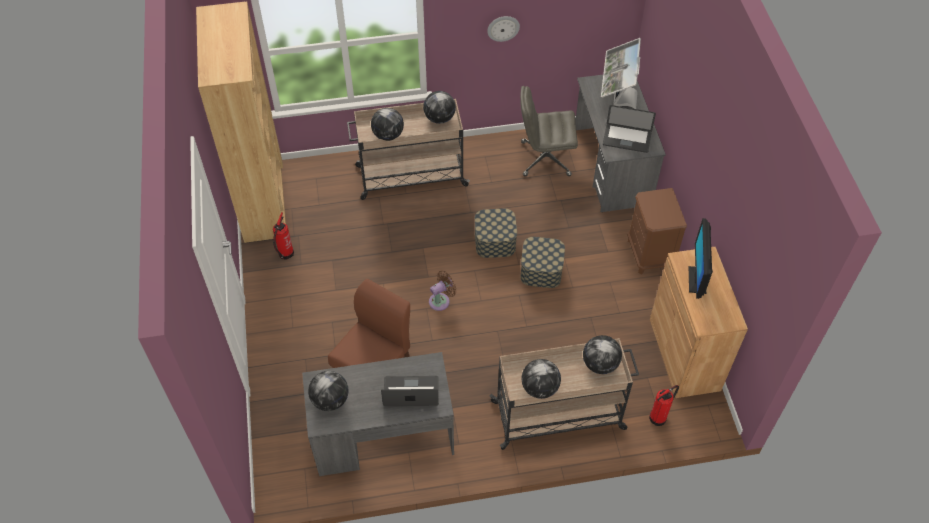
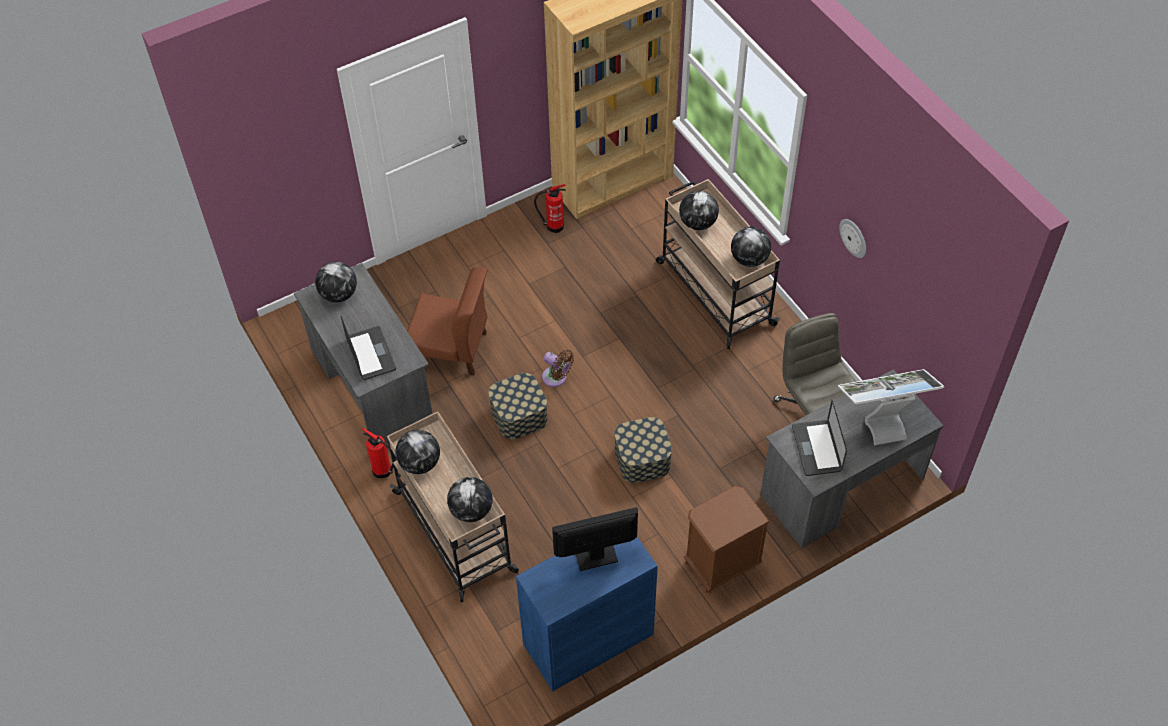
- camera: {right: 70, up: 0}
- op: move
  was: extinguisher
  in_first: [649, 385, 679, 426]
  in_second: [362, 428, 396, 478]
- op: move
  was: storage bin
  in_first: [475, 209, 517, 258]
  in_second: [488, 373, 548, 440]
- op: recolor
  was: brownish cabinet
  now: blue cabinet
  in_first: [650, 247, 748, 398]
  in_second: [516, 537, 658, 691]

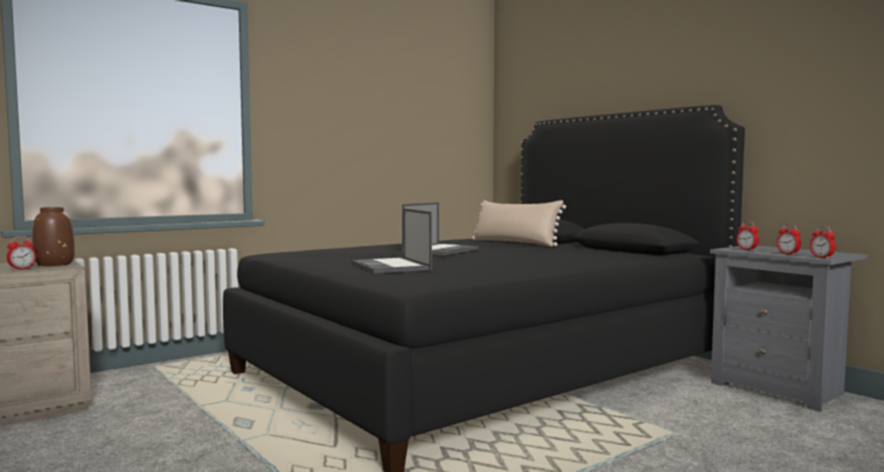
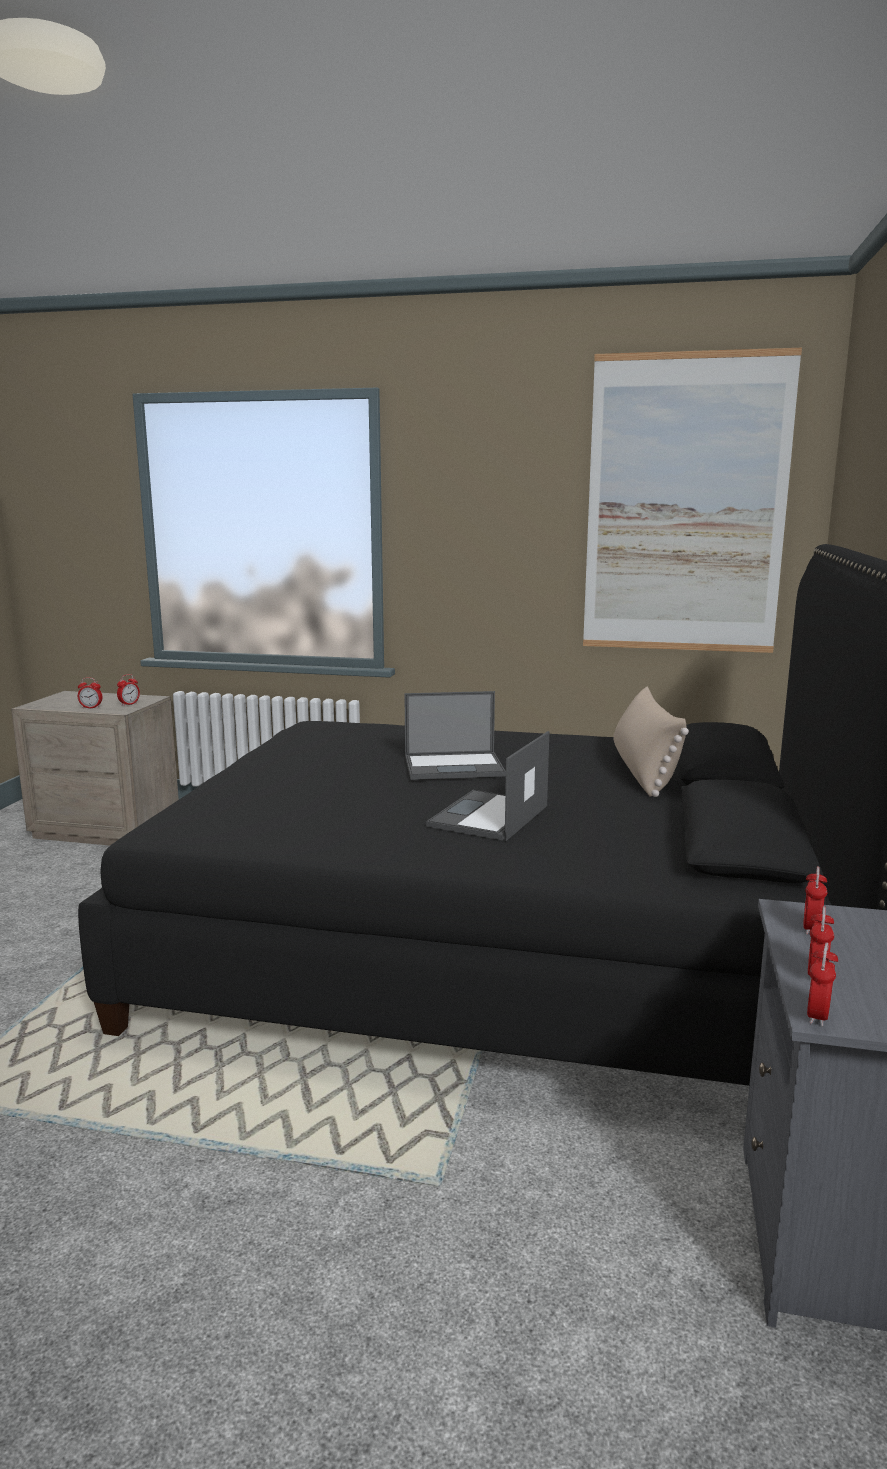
- camera: {right: 50, up: 10}
- op: replace
  was: brownish vase
  now: alarm clock
  in_first: [32, 207, 75, 266]
  in_second: [117, 674, 140, 706]
- op: move
  was: portable computer
  in_first: [351, 208, 432, 274]
  in_second: [426, 731, 549, 841]
- op: insert
  now: wall picture
  in_second: [583, 348, 802, 653]

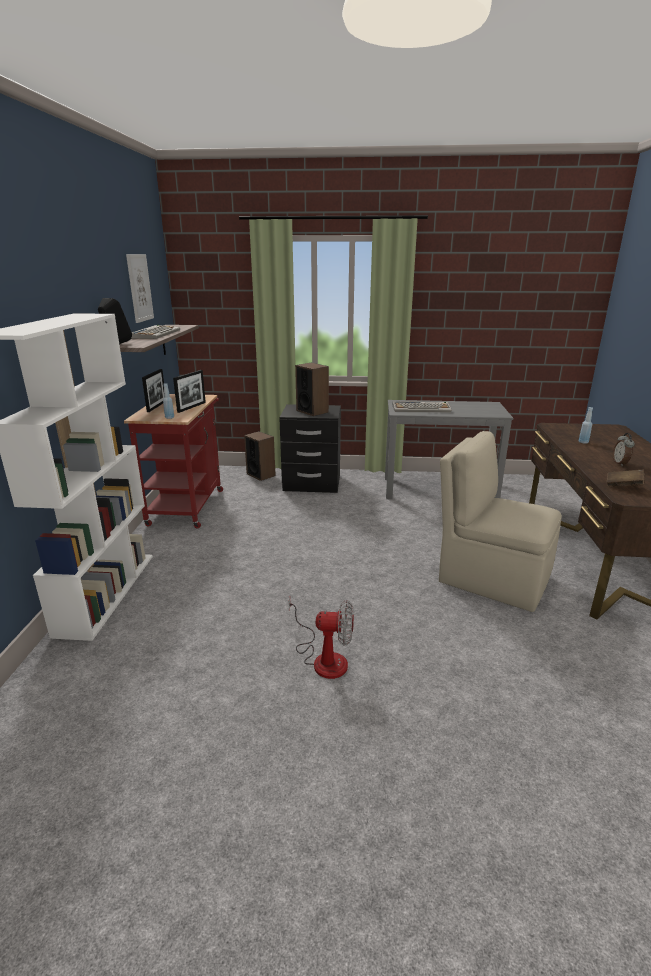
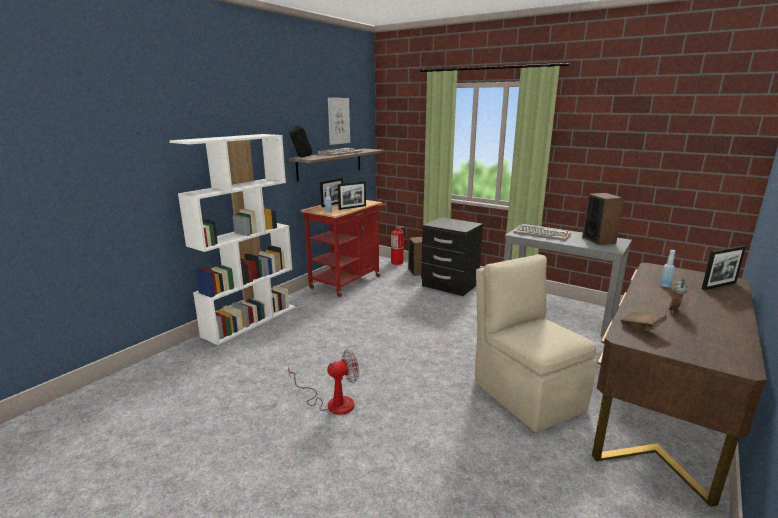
- camera: {right: 30, up: -5}
- op: rotate
  was: fan
  in_first: [289, 597, 354, 679]
  in_second: [288, 349, 359, 415]
  clockwise: -60
- op: insert
  now: extinguisher
  in_second: [391, 226, 404, 265]
- op: move
  was: speaker
  in_first: [295, 363, 329, 416]
  in_second: [582, 193, 624, 245]
- op: insert
  now: standing frame
  in_second: [702, 246, 746, 290]

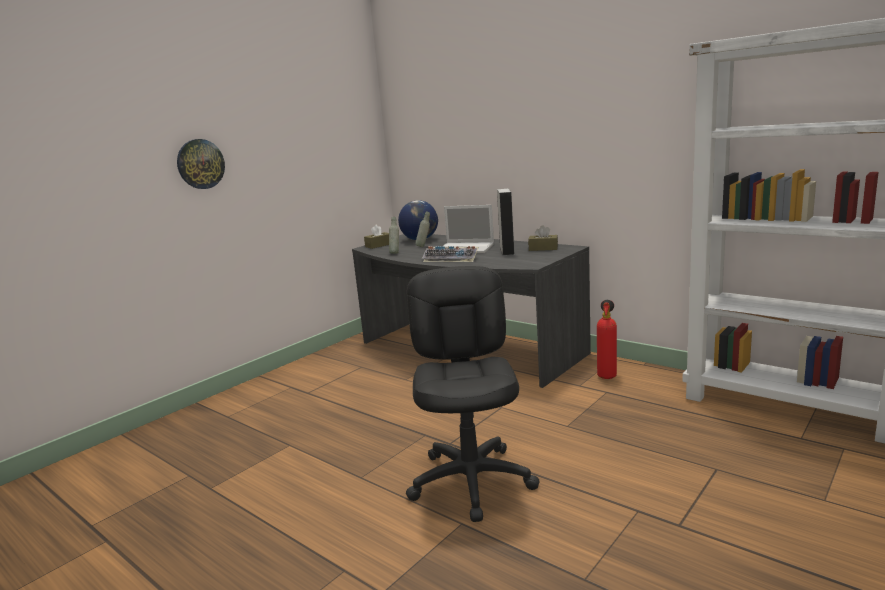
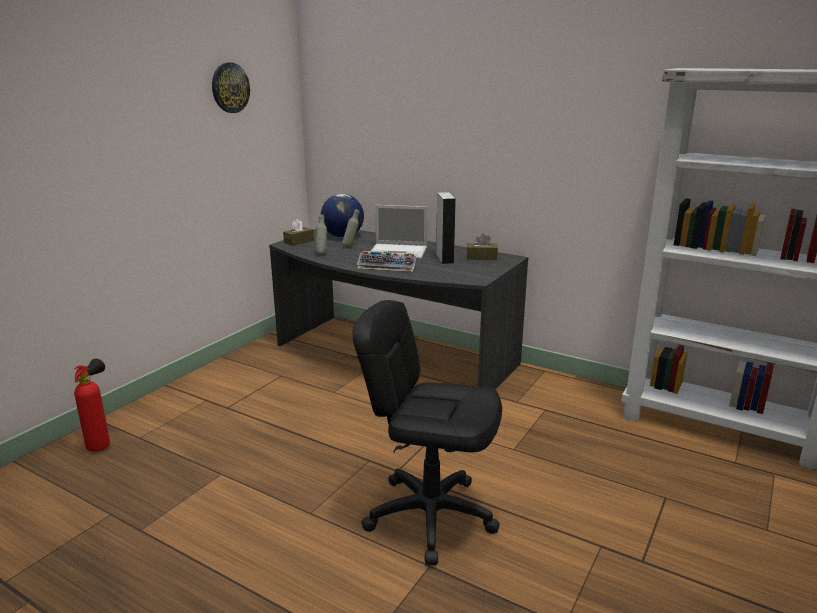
- camera: {right: -10, up: 5}
- op: move
  was: extinguisher
  in_first: [597, 300, 617, 379]
  in_second: [74, 358, 110, 452]
- op: move
  was: clock on the wall
  in_first: [177, 139, 225, 189]
  in_second: [212, 63, 250, 113]
- op: rotate
  was: black-coloured computer chair
  in_first: [406, 266, 540, 522]
  in_second: [352, 300, 502, 565]
  clockwise: -60

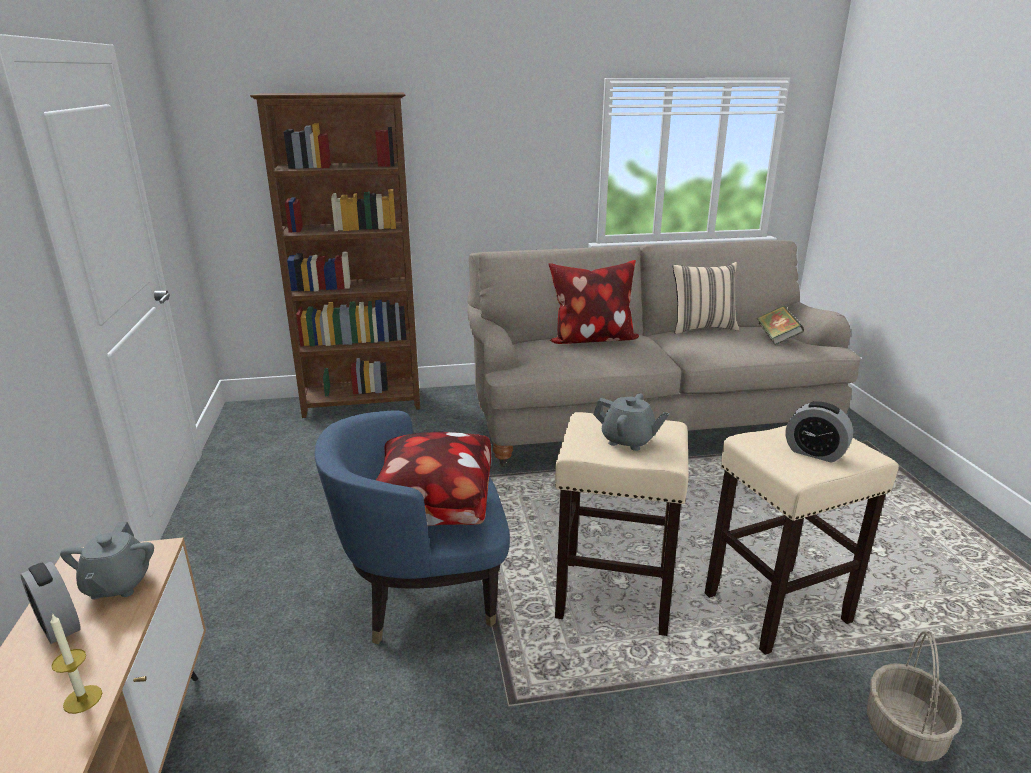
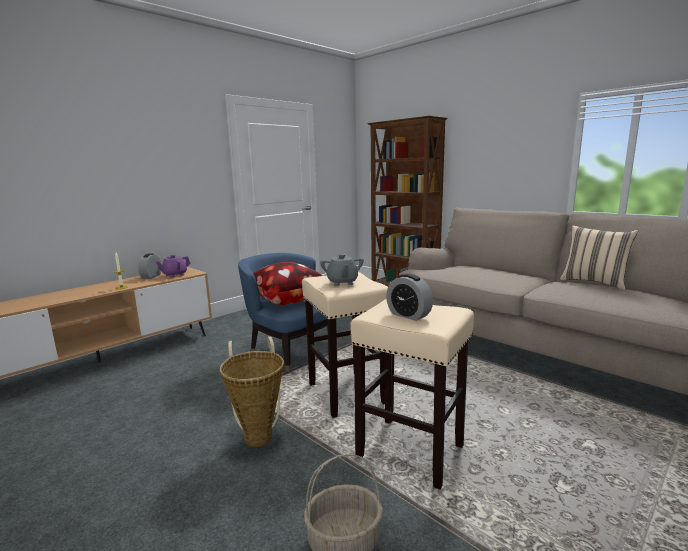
- camera: {right: 55, up: -10}
- op: recolor
  was: grey tea pot
  now: purple tea pot
  in_first: [60, 522, 154, 599]
  in_second: [156, 255, 190, 278]
- op: insert
  now: storage basket
  in_second: [220, 336, 284, 447]
- op: rotate
  was: alarm clock
  in_first: [785, 401, 853, 463]
  in_second: [386, 273, 433, 321]
  clockwise: -45
- op: delete
  was: pillow
  in_first: [549, 260, 639, 344]
- op: delete
  was: bound book
  in_first: [757, 306, 804, 345]

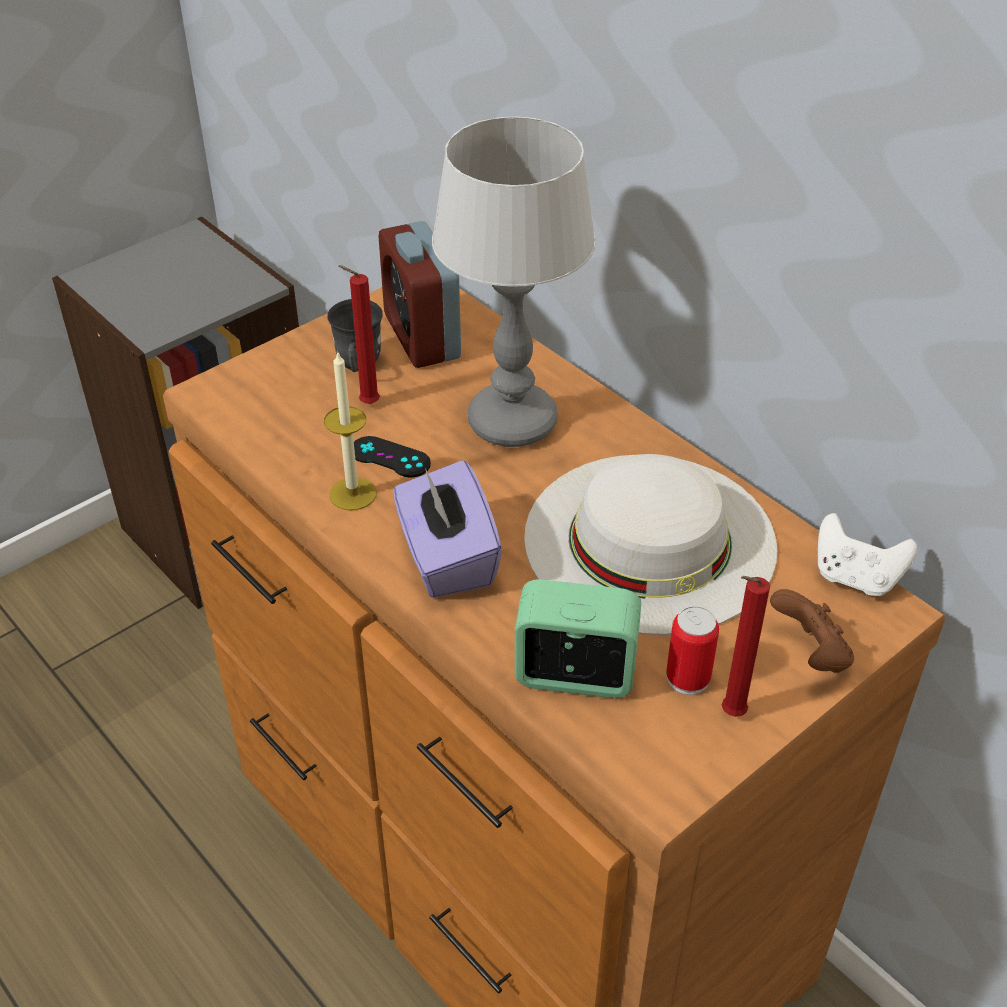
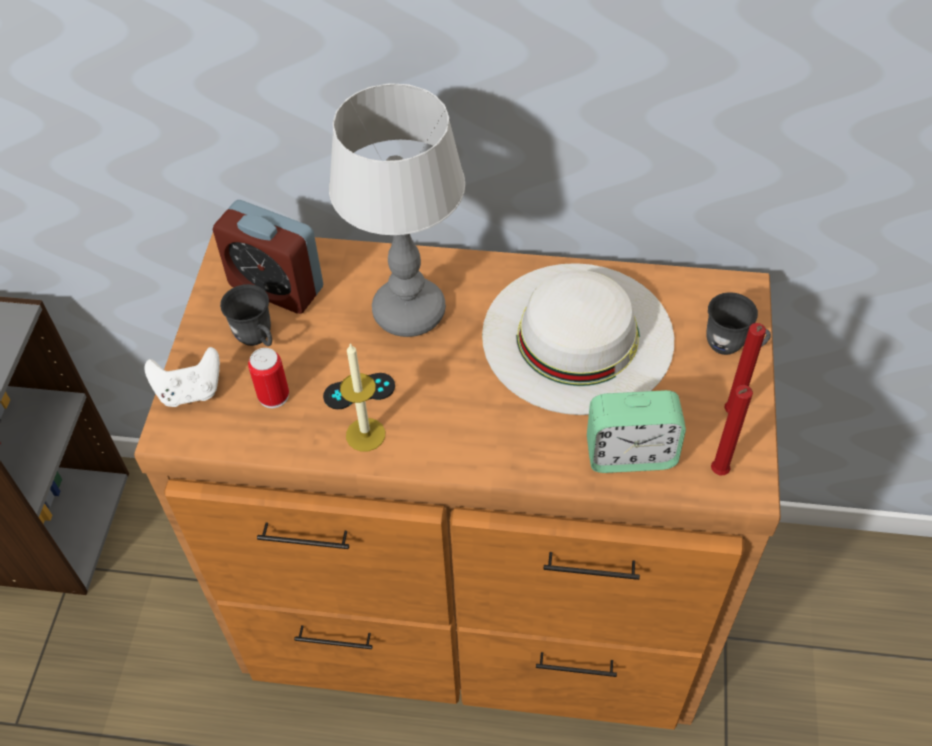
- camera: {right: -40, up: 10}
- op: move
  was: whitish joypad
  in_first: [818, 513, 917, 596]
  in_second: [144, 347, 220, 407]
- op: move
  was: metal can
  in_first: [666, 606, 719, 695]
  in_second: [248, 348, 289, 408]
- op: rotate
  was: alarm clock
  in_first: [515, 579, 641, 698]
  in_second: [587, 390, 686, 473]
  clockwise: -150
- op: replace
  was: brownish joypad
  now: grey mug
  in_first: [770, 589, 854, 673]
  in_second: [706, 292, 771, 355]
- op: move
  was: reddish wax light
  in_first: [339, 265, 380, 404]
  in_second: [711, 385, 753, 475]
- op: delete
  was: purple box of tissues
  in_first: [393, 460, 502, 598]

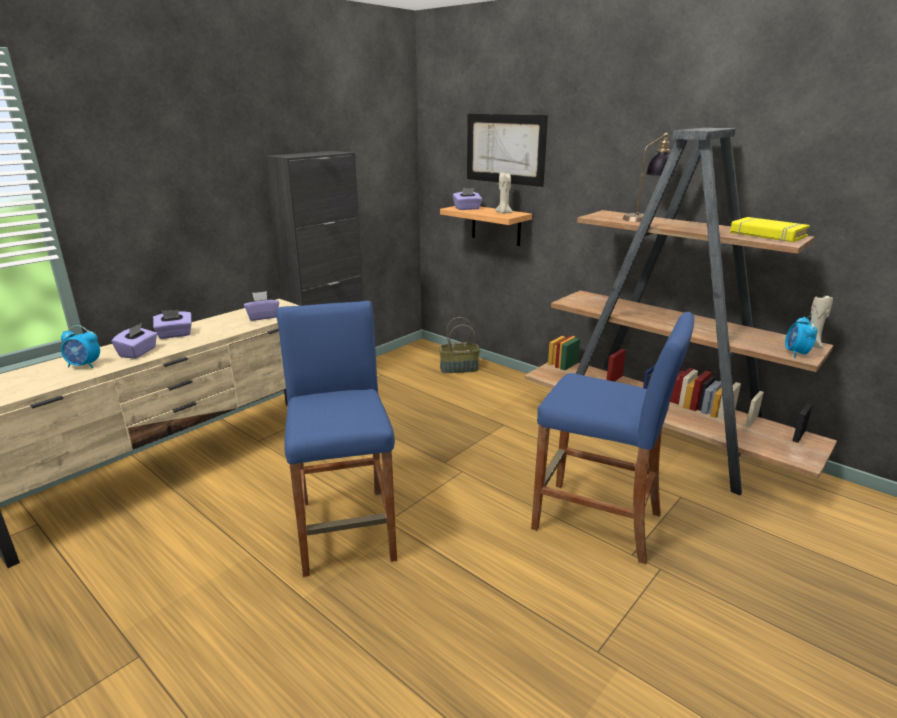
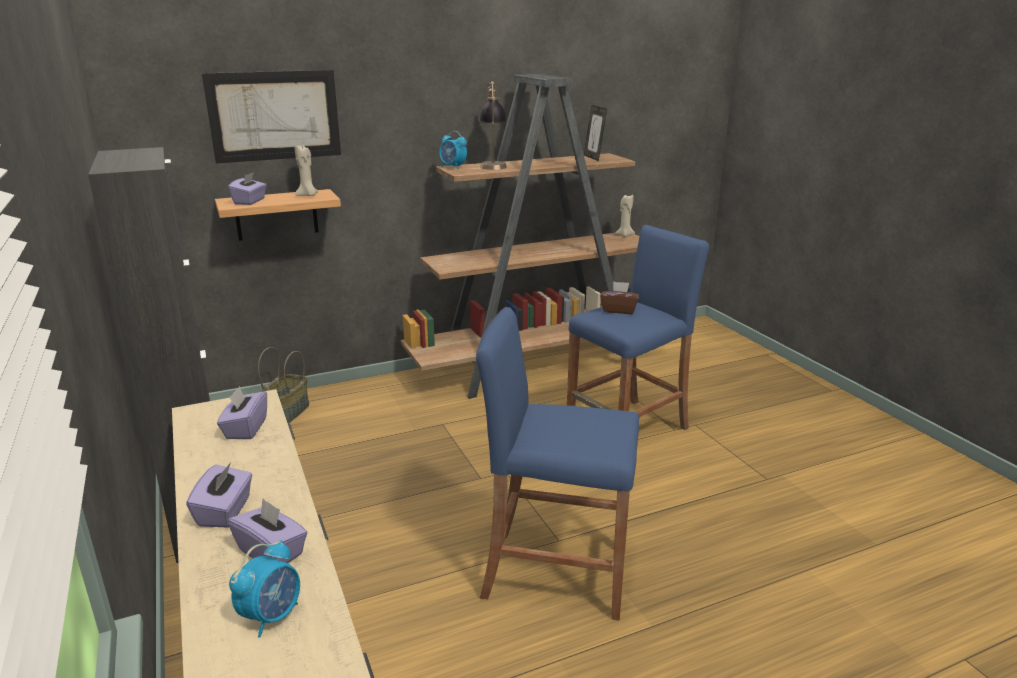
- camera: {right: -65, up: 0}
- op: move
  was: alarm clock
  in_first: [785, 315, 817, 358]
  in_second: [439, 131, 467, 169]
- op: replace
  was: yellow bound book
  now: standing frame
  in_first: [730, 217, 810, 242]
  in_second: [584, 105, 607, 161]
- op: insert
  now: brownish box of tissues
  in_second: [600, 281, 639, 314]

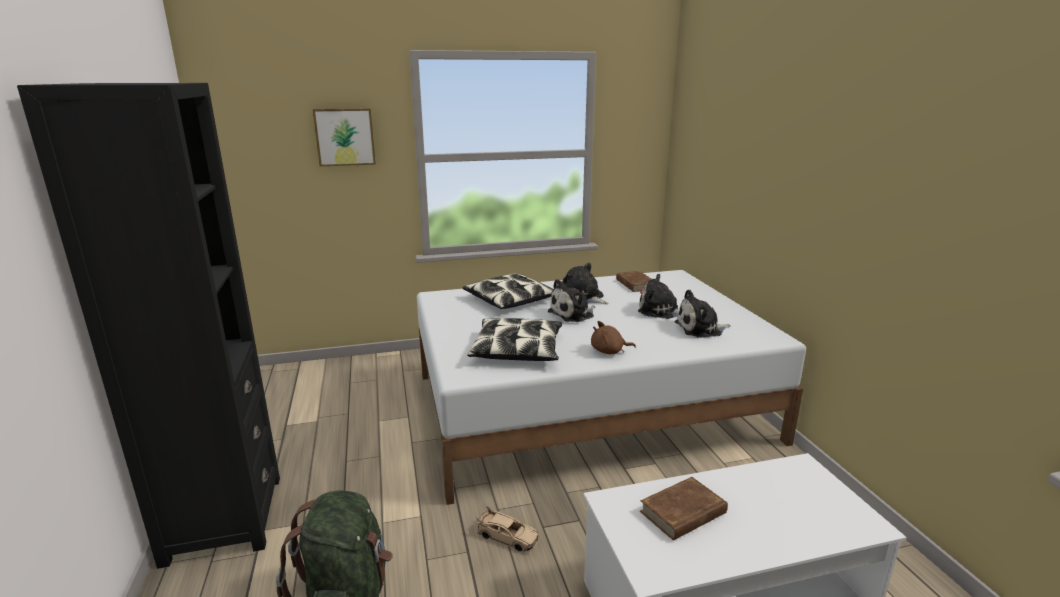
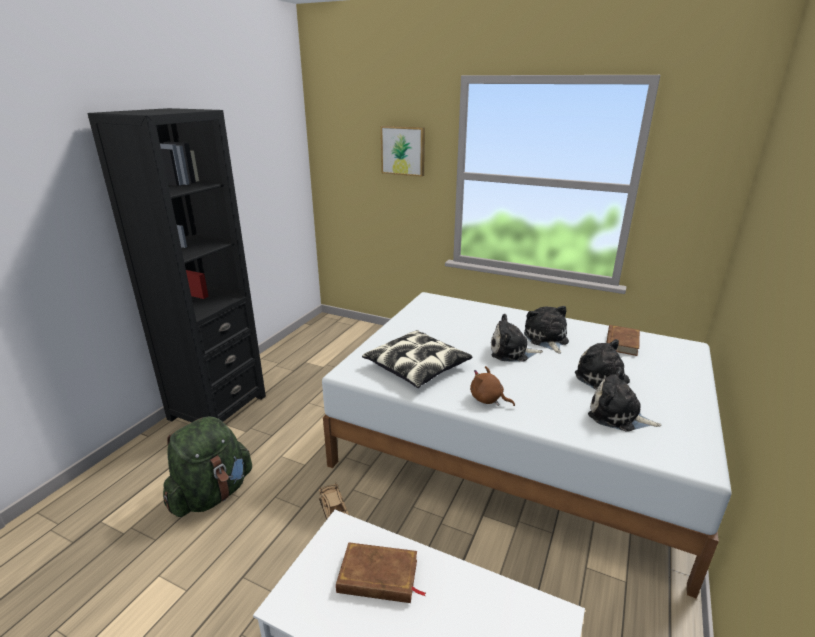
- camera: {right: 40, up: 5}
- op: delete
  was: pillow
  in_first: [462, 273, 553, 309]

